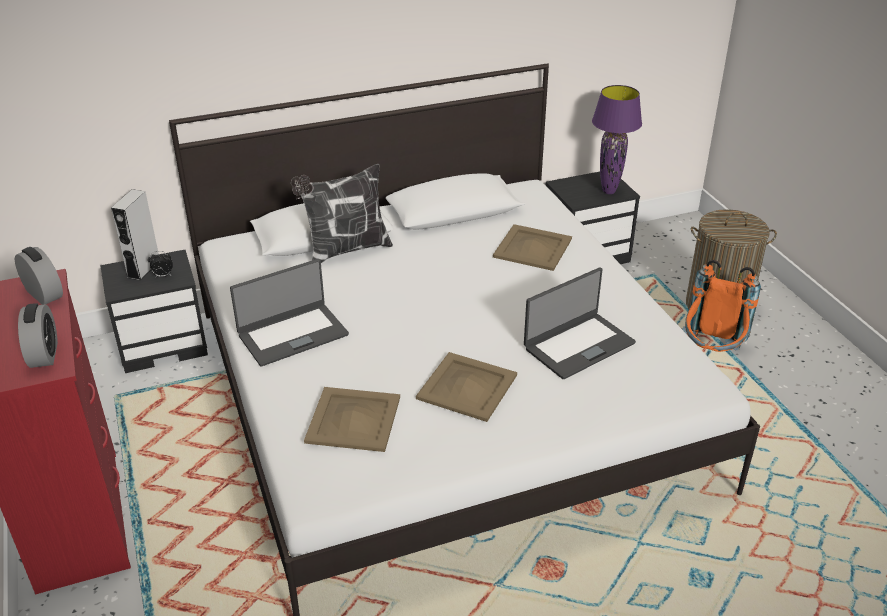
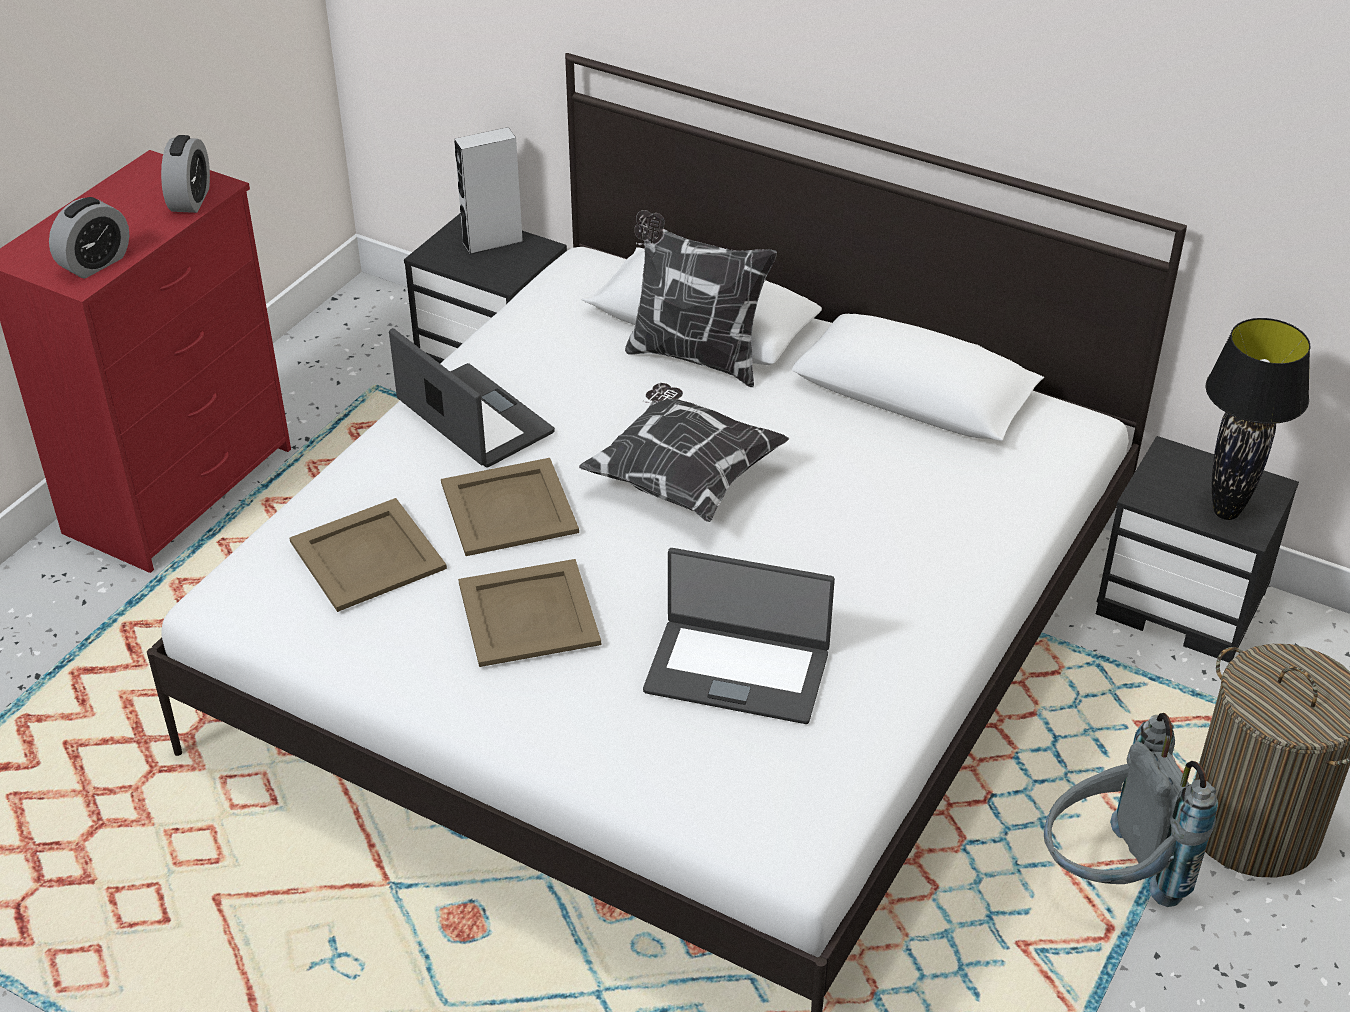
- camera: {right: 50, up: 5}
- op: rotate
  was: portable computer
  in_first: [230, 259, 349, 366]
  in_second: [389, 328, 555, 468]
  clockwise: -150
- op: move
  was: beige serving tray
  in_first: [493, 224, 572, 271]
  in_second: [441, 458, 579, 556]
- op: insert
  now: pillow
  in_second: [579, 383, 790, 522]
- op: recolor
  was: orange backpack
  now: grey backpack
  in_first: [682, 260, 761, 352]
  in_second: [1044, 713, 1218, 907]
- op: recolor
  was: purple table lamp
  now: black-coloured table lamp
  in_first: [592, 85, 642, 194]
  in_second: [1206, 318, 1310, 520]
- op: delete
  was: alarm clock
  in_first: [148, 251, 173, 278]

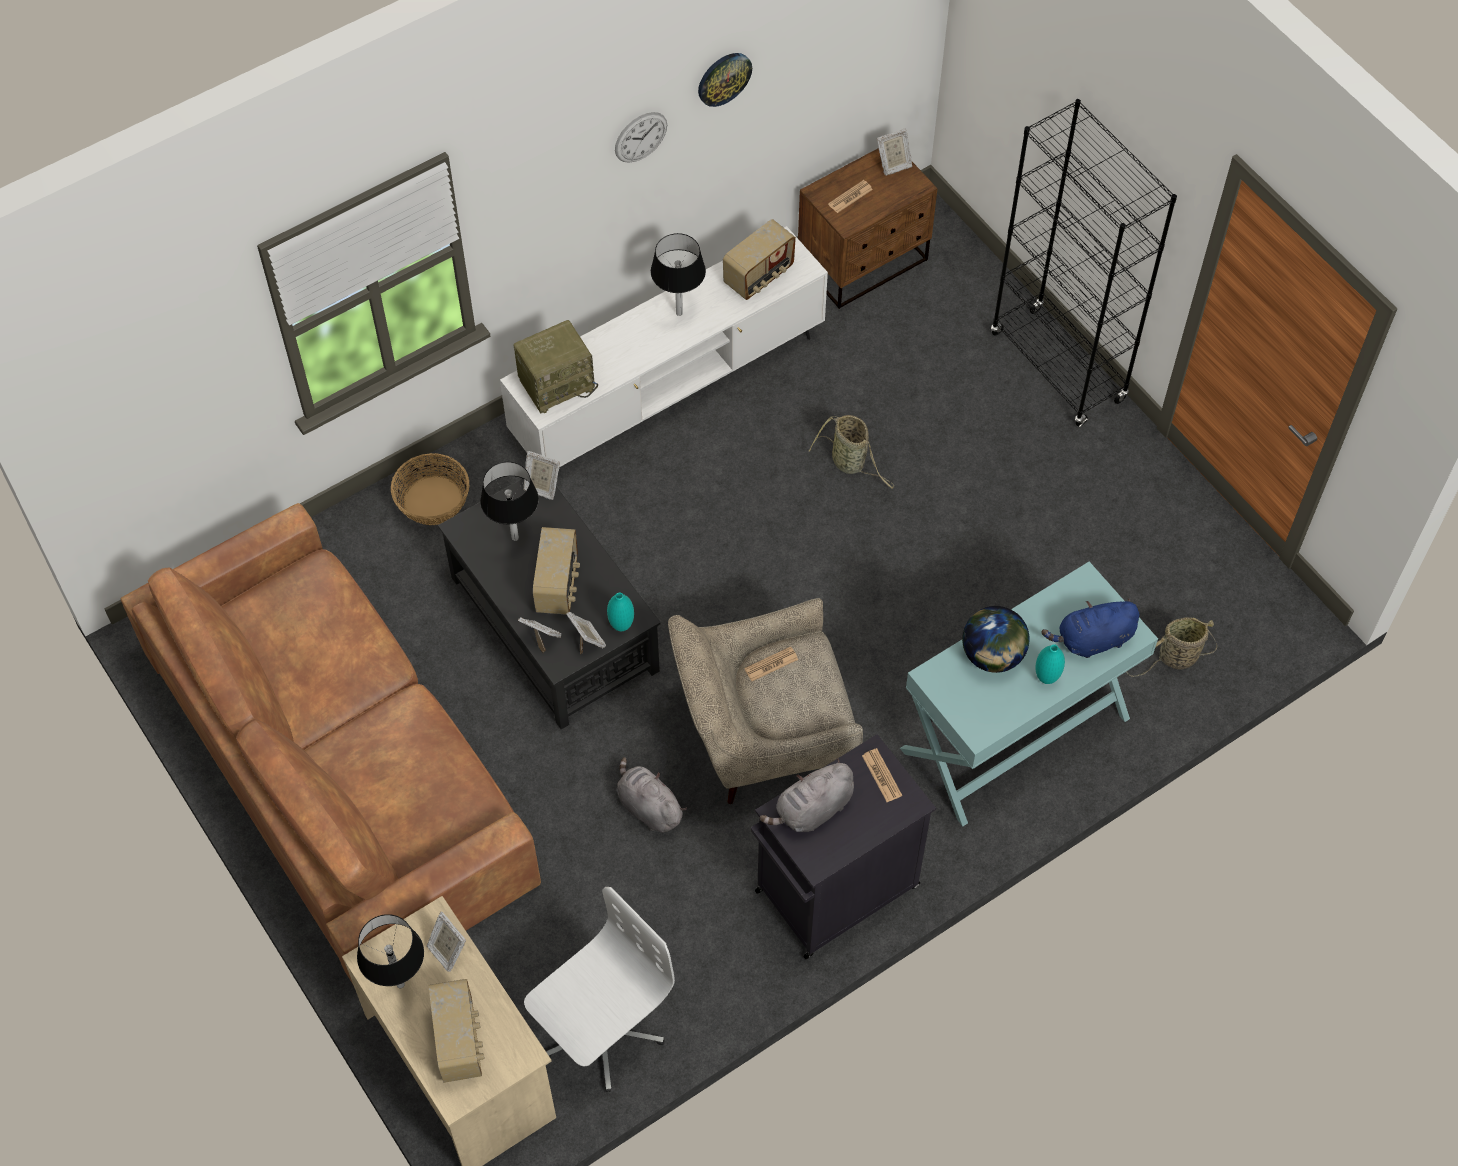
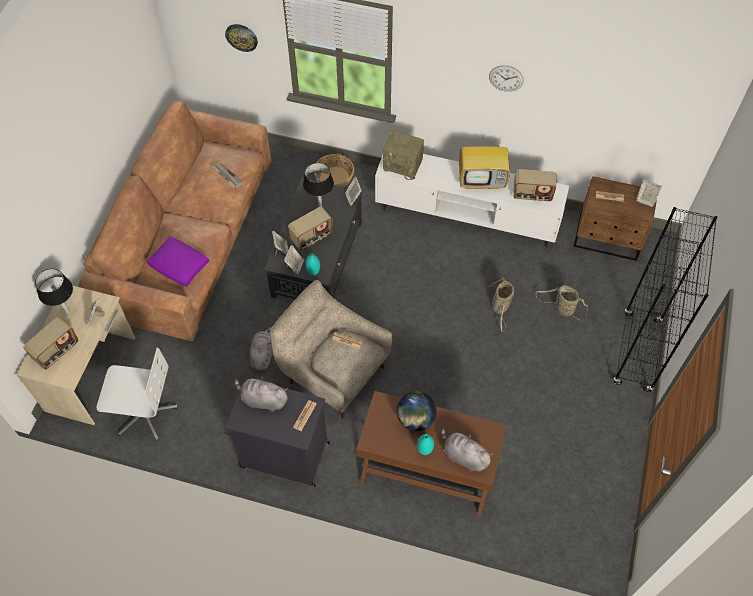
- camera: {right: 50, up: 0}
- op: insert
  now: purple pillow
  in_second: [147, 236, 209, 287]
- op: insert
  now: newspaper
  in_second: [212, 163, 244, 189]
- op: move
  was: clock on the wall
  in_first: [698, 53, 752, 107]
  in_second: [225, 24, 258, 52]
- op: recolor
  was: turquoise-coloured narrow table
  now: brownish narrow table
  in_first: [900, 562, 1158, 826]
  in_second: [356, 391, 507, 517]
- op: recolor
  was: blue cuddly toy
  now: grey cuddly toy
  in_first: [1042, 598, 1139, 658]
  in_second: [441, 428, 493, 471]
- op: replace
  was: black-coloured table lamp
  now: TV set
  in_first: [651, 233, 706, 316]
  in_second: [459, 133, 510, 189]
- op: move
  was: storage basket
  in_first: [1126, 617, 1217, 677]
  in_second: [536, 285, 588, 320]

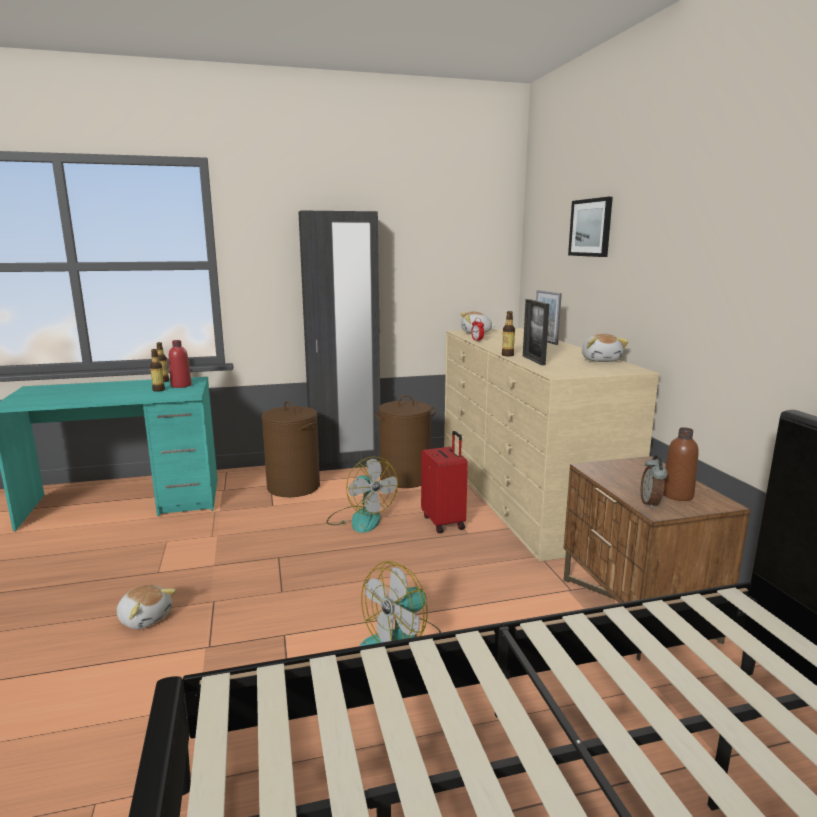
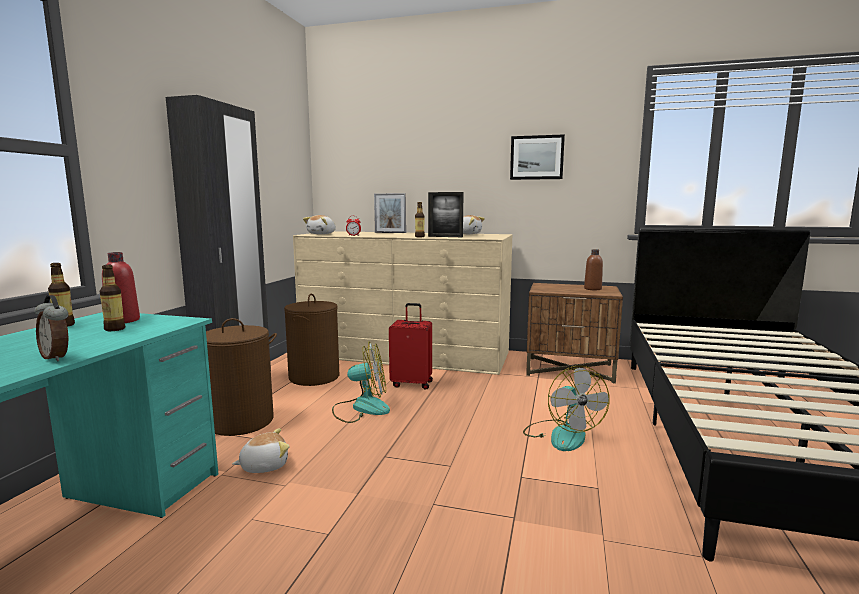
- camera: {right: -60, up: -5}
- op: move
  was: alarm clock
  in_first: [641, 455, 668, 509]
  in_second: [34, 295, 69, 362]
- op: move
  was: cuddly toy
  in_first: [117, 585, 176, 629]
  in_second: [232, 428, 289, 473]
- op: move
  was: wall picture
  in_first: [568, 197, 613, 257]
  in_second: [510, 134, 565, 180]

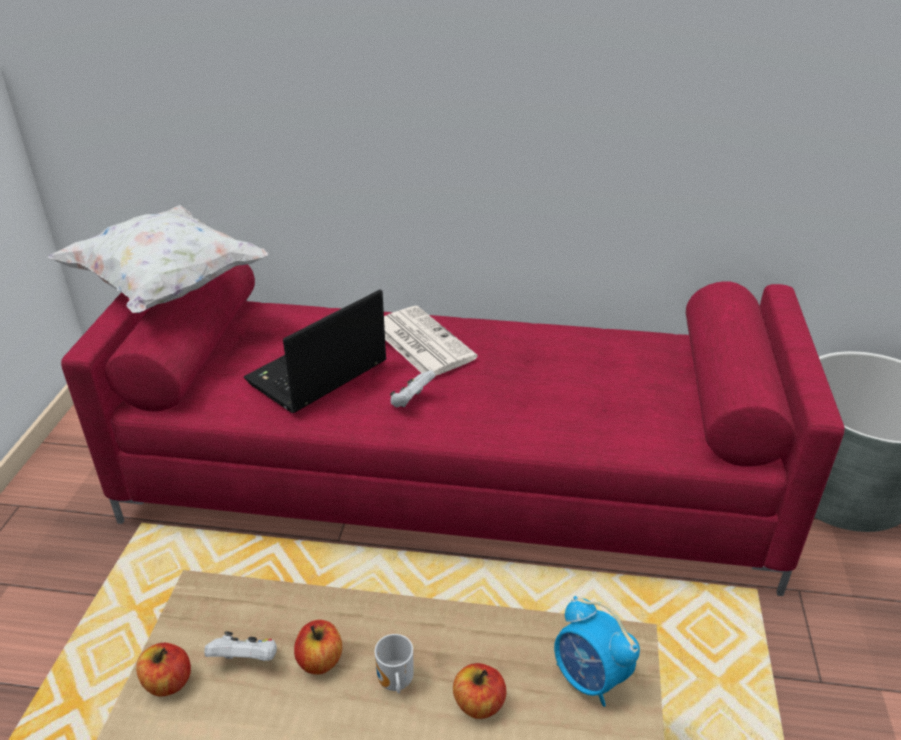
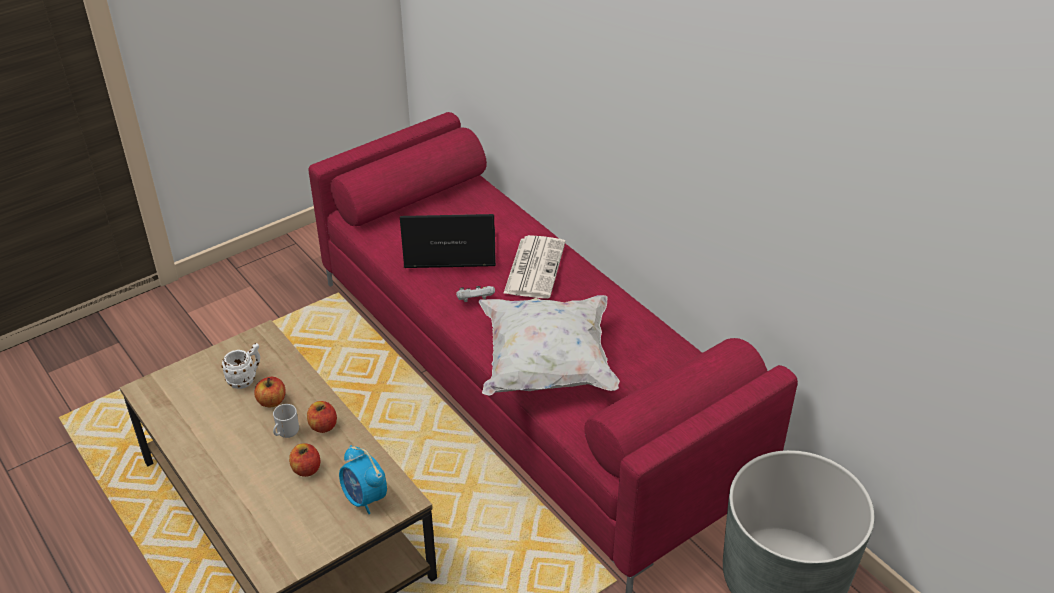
- camera: {right: 45, up: 5}
- op: replace
  was: whitish joypad
  now: whitish mug
  in_first: [204, 631, 277, 661]
  in_second: [221, 343, 260, 389]
- op: move
  was: whole apple
  in_first: [136, 643, 191, 697]
  in_second: [307, 401, 337, 433]
- op: rotate
  was: alarm clock
  in_first: [554, 596, 640, 707]
  in_second: [339, 445, 387, 515]
  clockwise: -45
- op: move
  was: whitish pillow
  in_first: [48, 205, 269, 313]
  in_second: [479, 295, 620, 396]

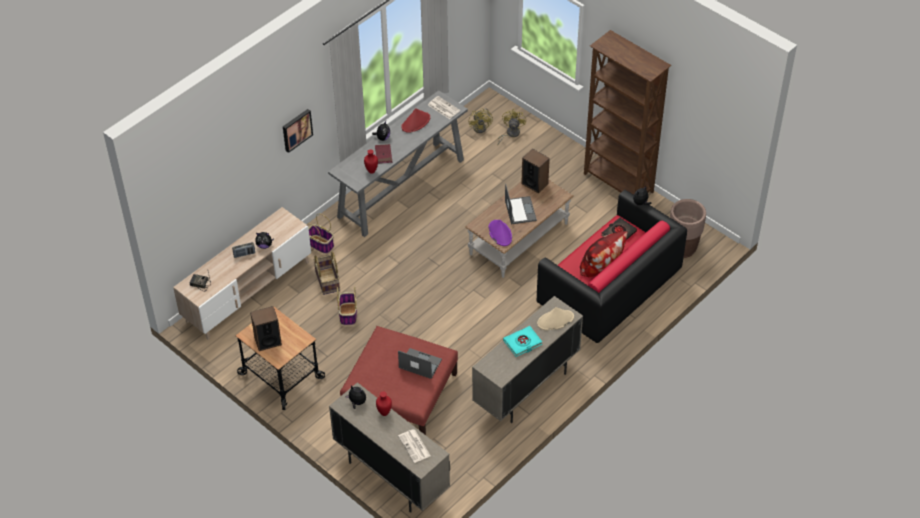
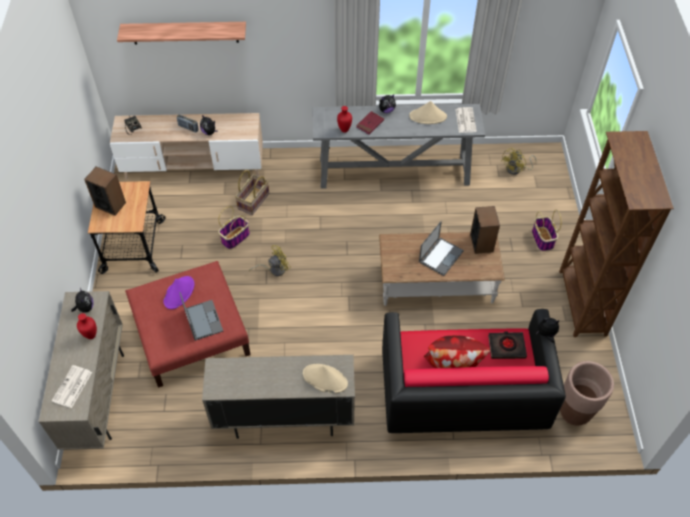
- camera: {right: 45, up: 5}
- op: insert
  now: shelf
  in_second: [117, 22, 246, 45]
- op: move
  was: purple clothing hat
  in_first: [488, 220, 512, 246]
  in_second: [163, 276, 194, 309]
- op: move
  was: yellow fan
  in_first: [497, 109, 526, 146]
  in_second: [249, 245, 291, 276]
- op: recolor
  was: reddish clothing hat
  now: beige clothing hat
  in_first: [401, 108, 430, 133]
  in_second: [409, 101, 447, 124]
- op: move
  was: storage basket
  in_first: [306, 214, 334, 254]
  in_second: [532, 209, 562, 251]
- op: delete
  was: wall picture
  in_first: [283, 109, 313, 153]
- op: delete
  was: turquoise-coloured bound book
  in_first: [503, 326, 542, 357]

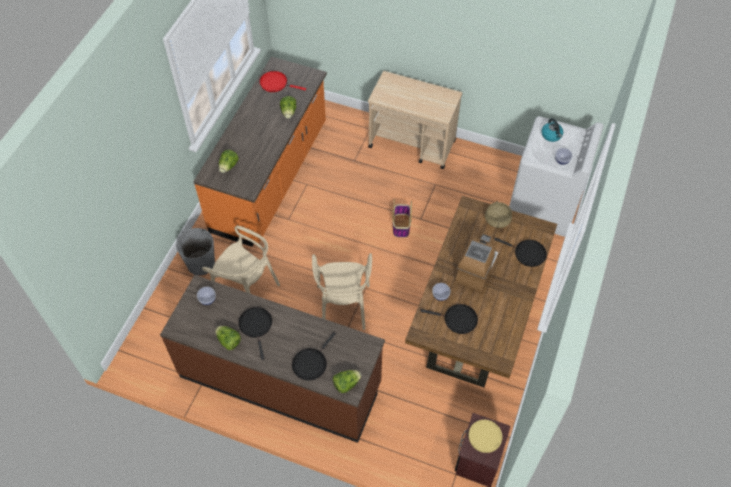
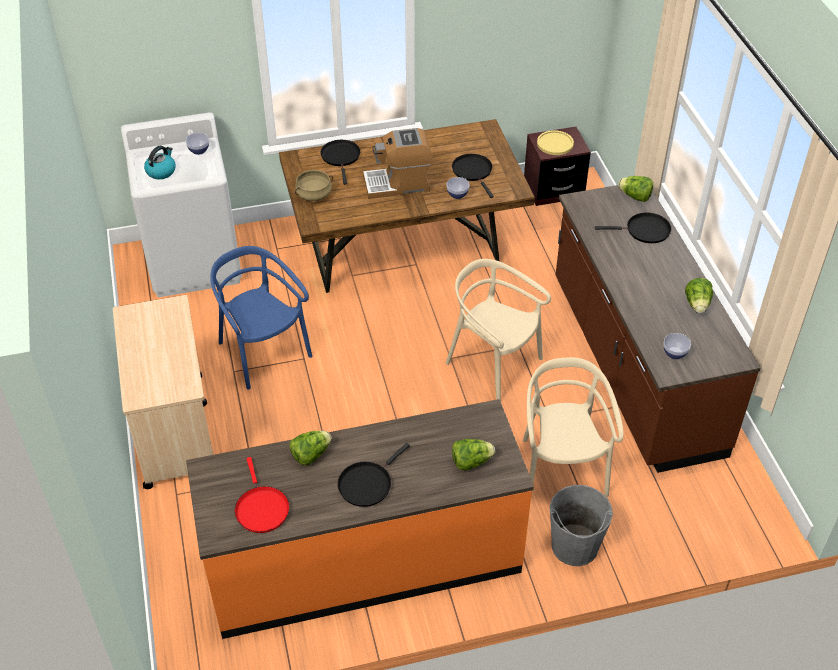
- camera: {right: -125, up: -10}
- op: insert
  now: blue chair
  in_second: [210, 246, 312, 390]
- op: move
  was: black-coloured pan
  in_first: [238, 307, 272, 360]
  in_second: [338, 443, 410, 507]
- op: rotate
  was: beige chair
  in_first: [312, 253, 372, 330]
  in_second: [446, 259, 551, 401]
  clockwise: -105
- op: delete
  was: storage basket
  in_first: [392, 199, 412, 238]

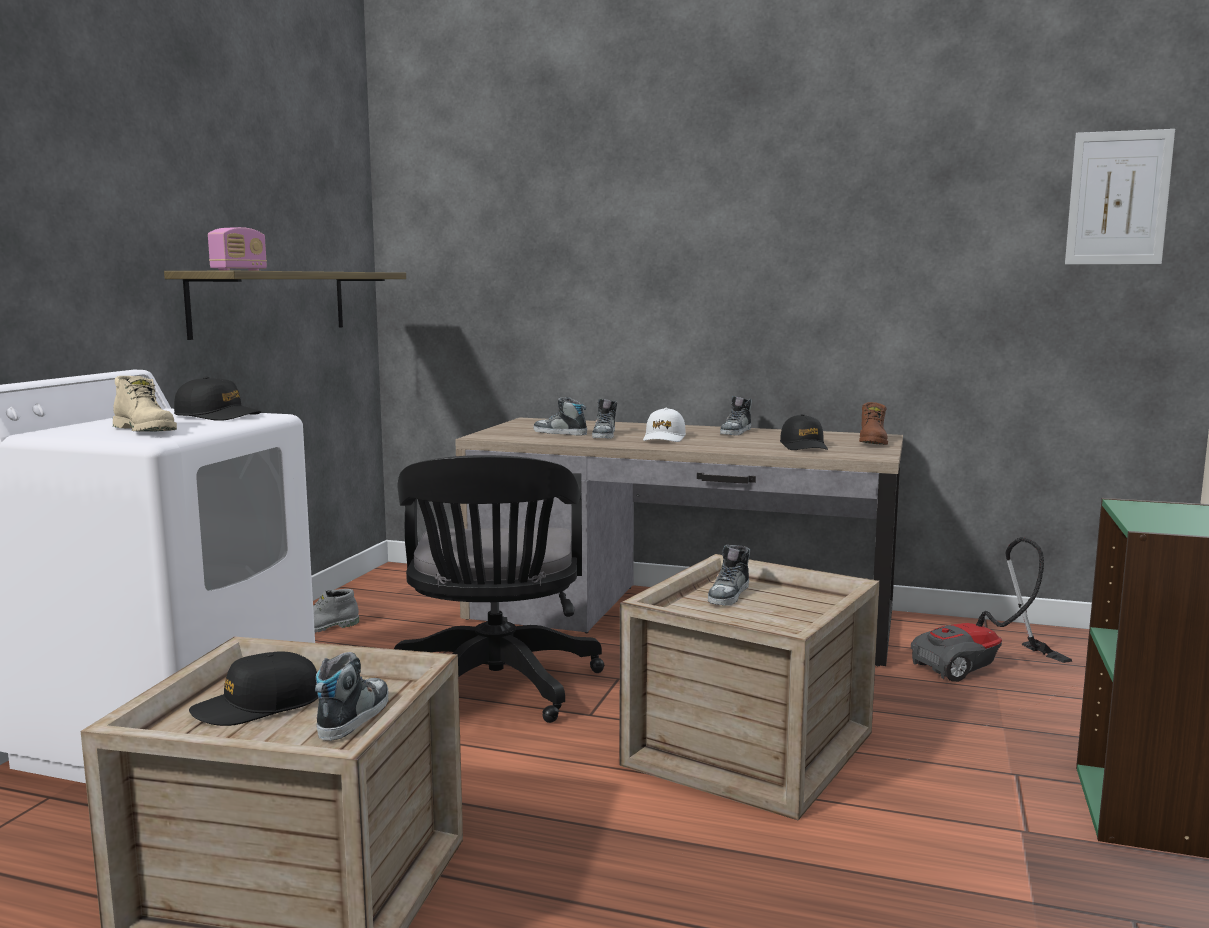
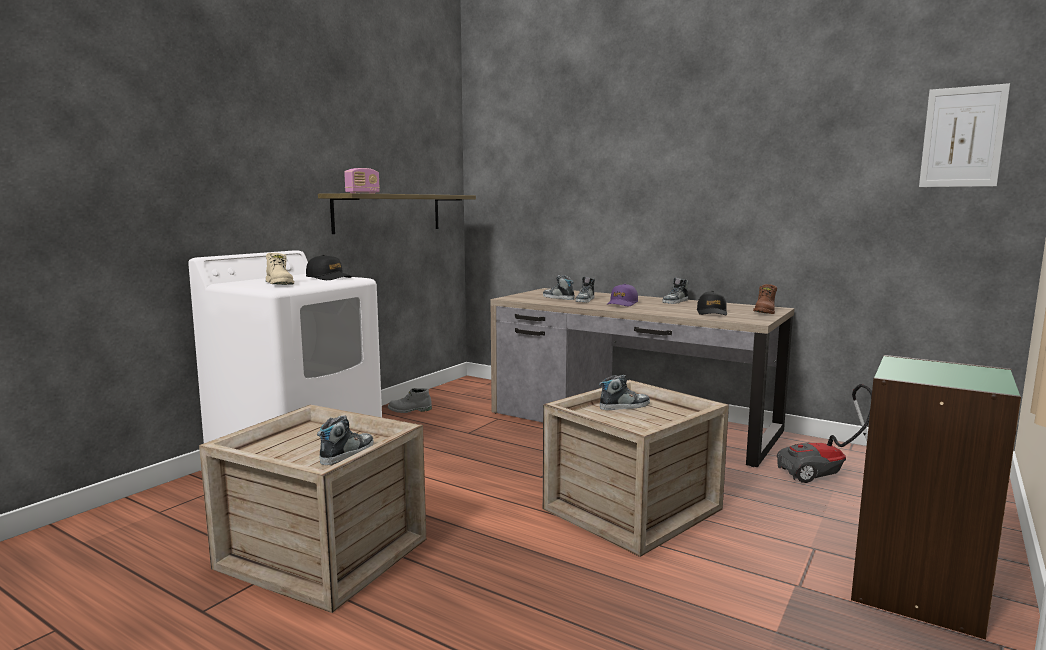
- camera: {right: 15, up: 0}
- op: rotate
  was: item of footwear
  in_first: [708, 545, 750, 606]
  in_second: [599, 375, 650, 410]
  clockwise: -150
- op: recolor
  was: whitish cap
  now: purple cap
  in_first: [643, 408, 686, 442]
  in_second: [607, 284, 638, 306]
- op: delete
  was: black-coloured cap
  in_first: [189, 652, 318, 726]
- op: delete
  was: black-coloured computer chair
  in_first: [394, 455, 605, 723]

